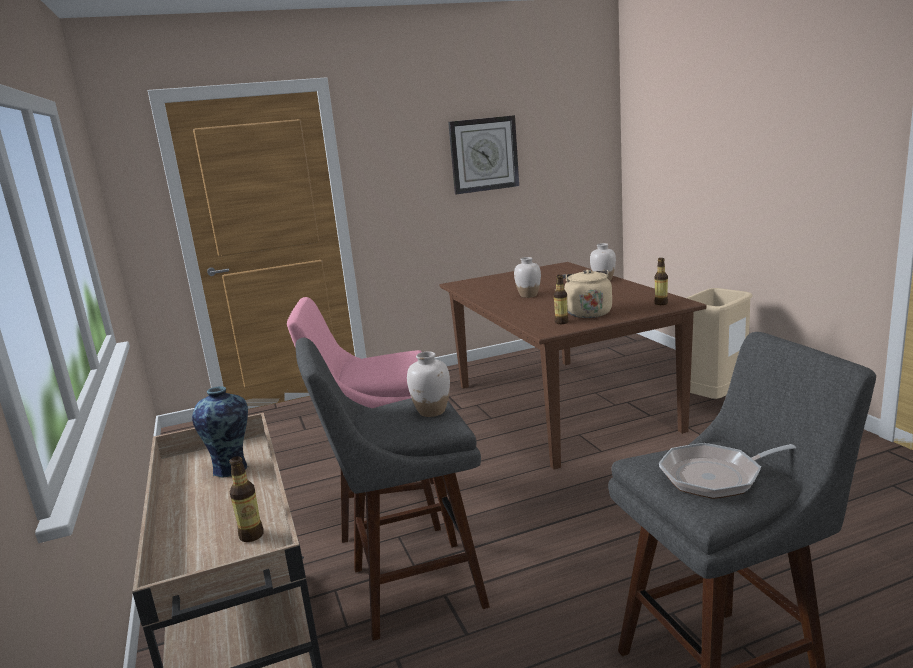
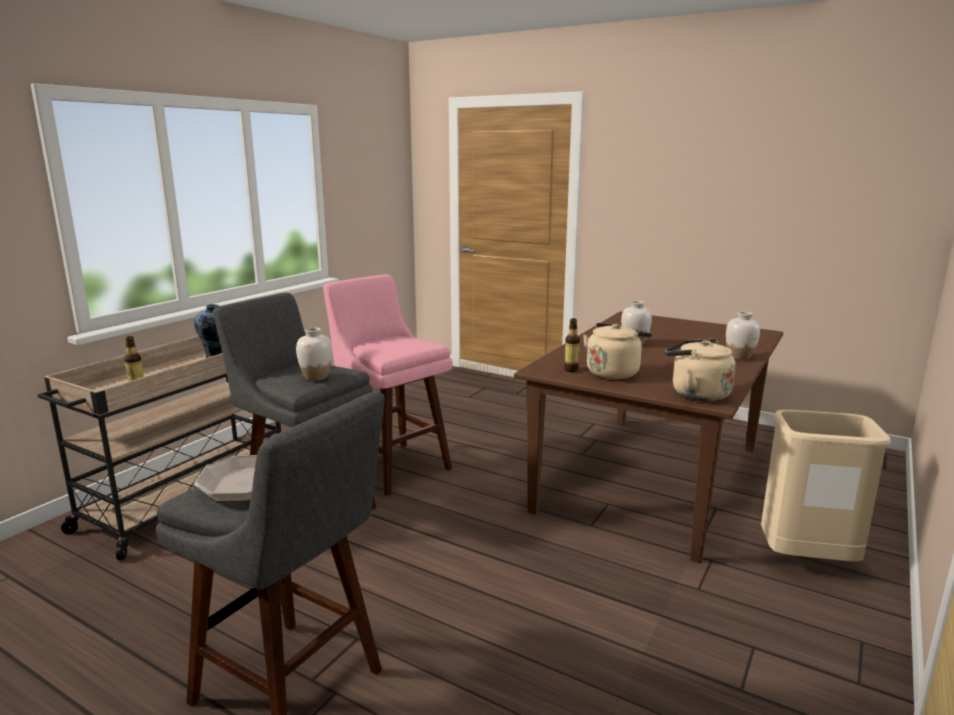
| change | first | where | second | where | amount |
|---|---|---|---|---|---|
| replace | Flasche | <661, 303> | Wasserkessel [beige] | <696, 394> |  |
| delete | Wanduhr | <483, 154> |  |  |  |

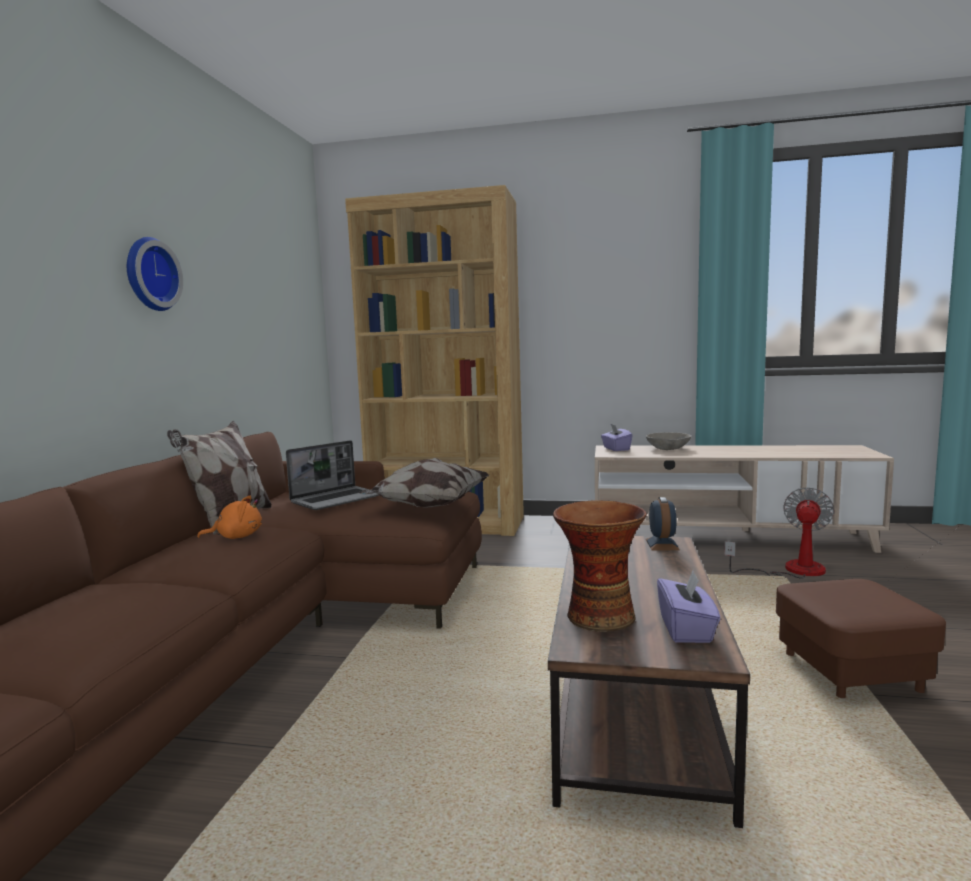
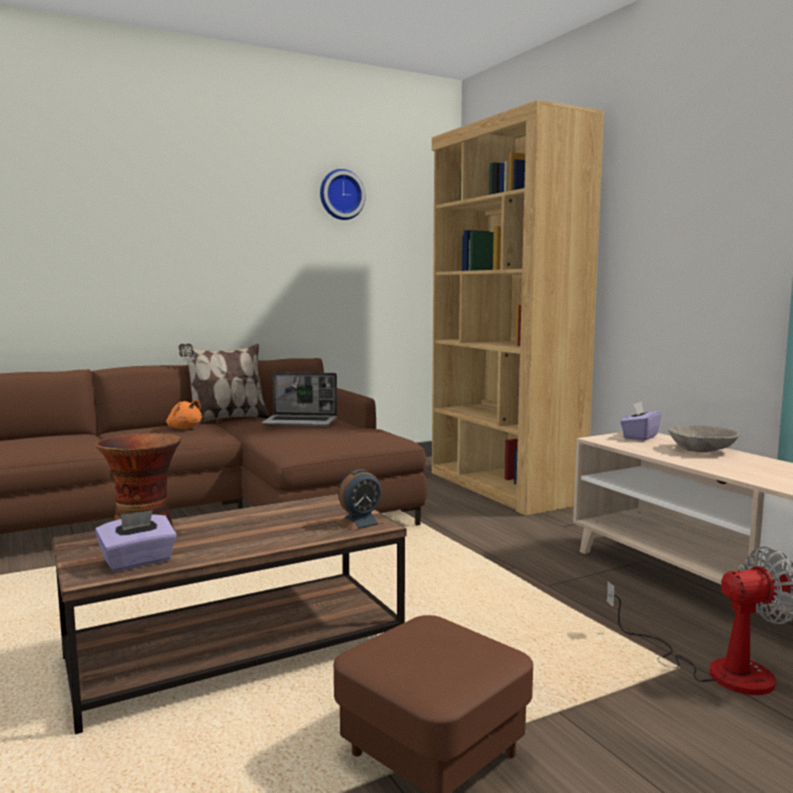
| change | first | where | second | where | amount |
|---|---|---|---|---|---|
| move | Wanduhr | <149, 274> |  | <341, 195> |  |
| delete | Kissen | <427, 506> |  |  |  |

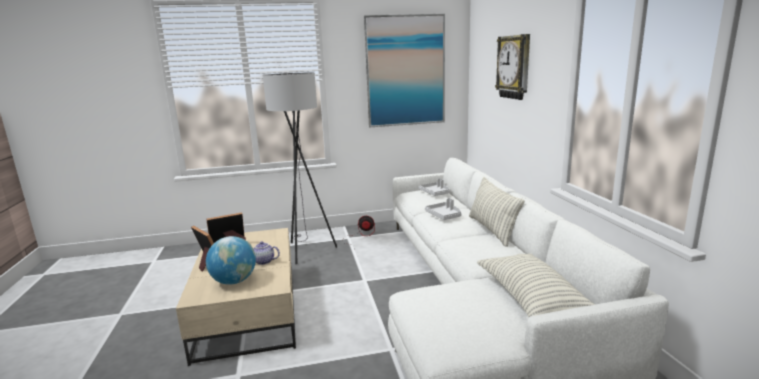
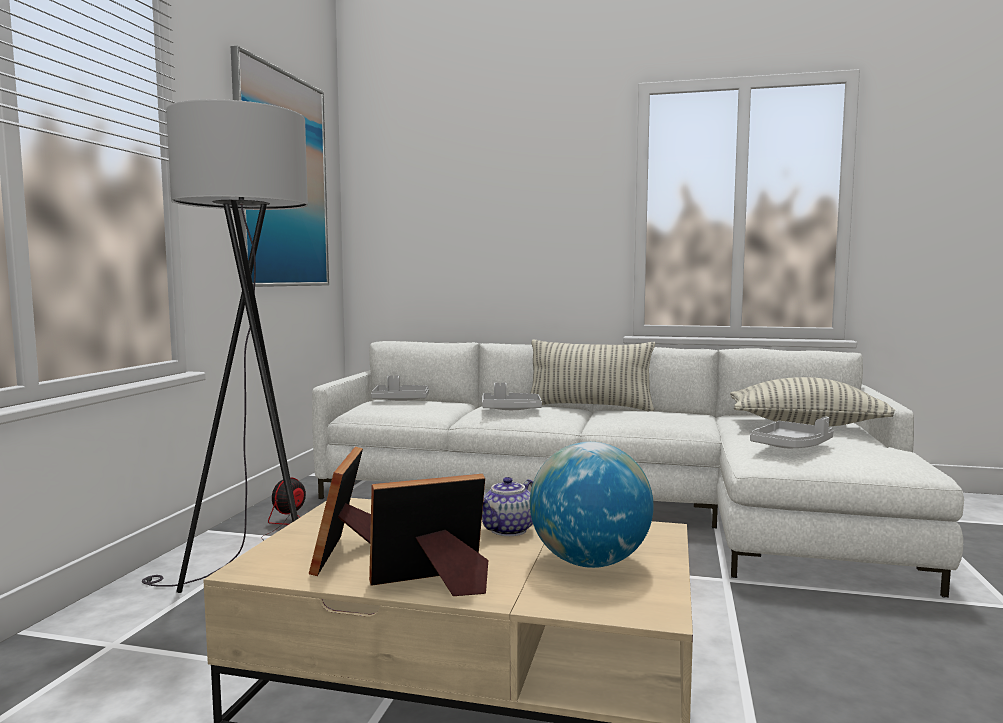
| change | first | where | second | where | amount |
|---|---|---|---|---|---|
| insert |  |  | Tablett [grau] | <791, 446> |  |
| delete | Wanduhr | <514, 67> |  |  |  |

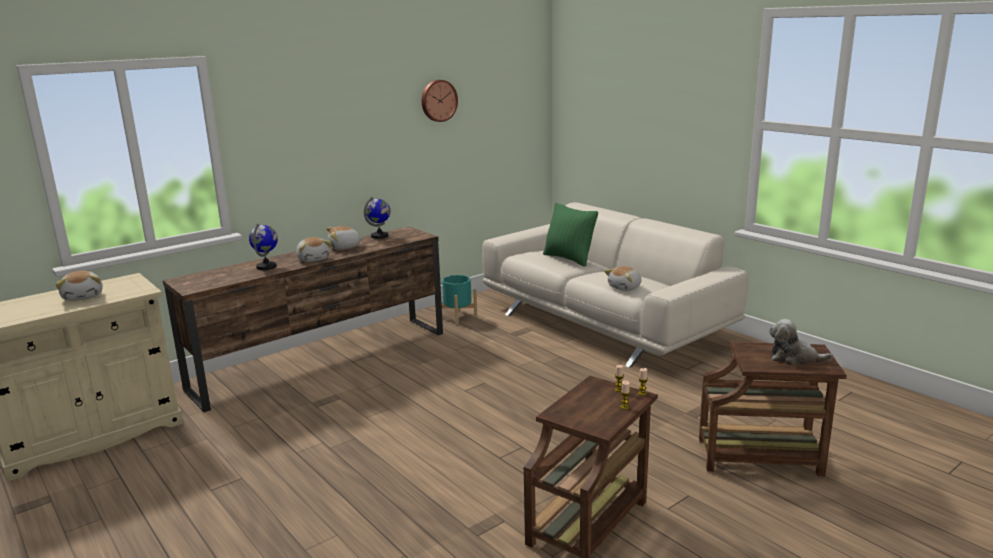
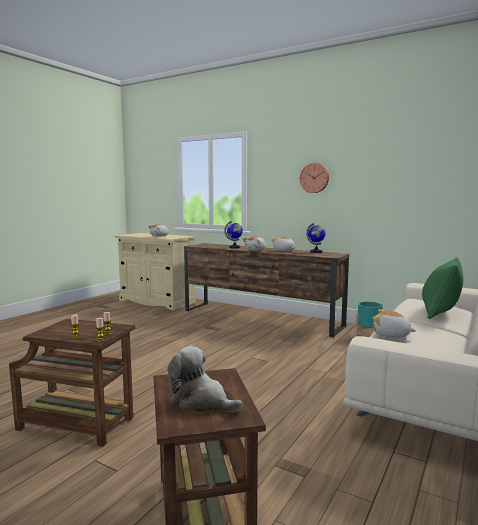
| change | first | where | second | where | amount |
|---|---|---|---|---|---|
| rotate | Plüschtier | <794, 358> |  | <201, 402> | 60 degrees counterclockwise |
| move | Wanduhr | <438, 100> |  | <314, 178> |  |

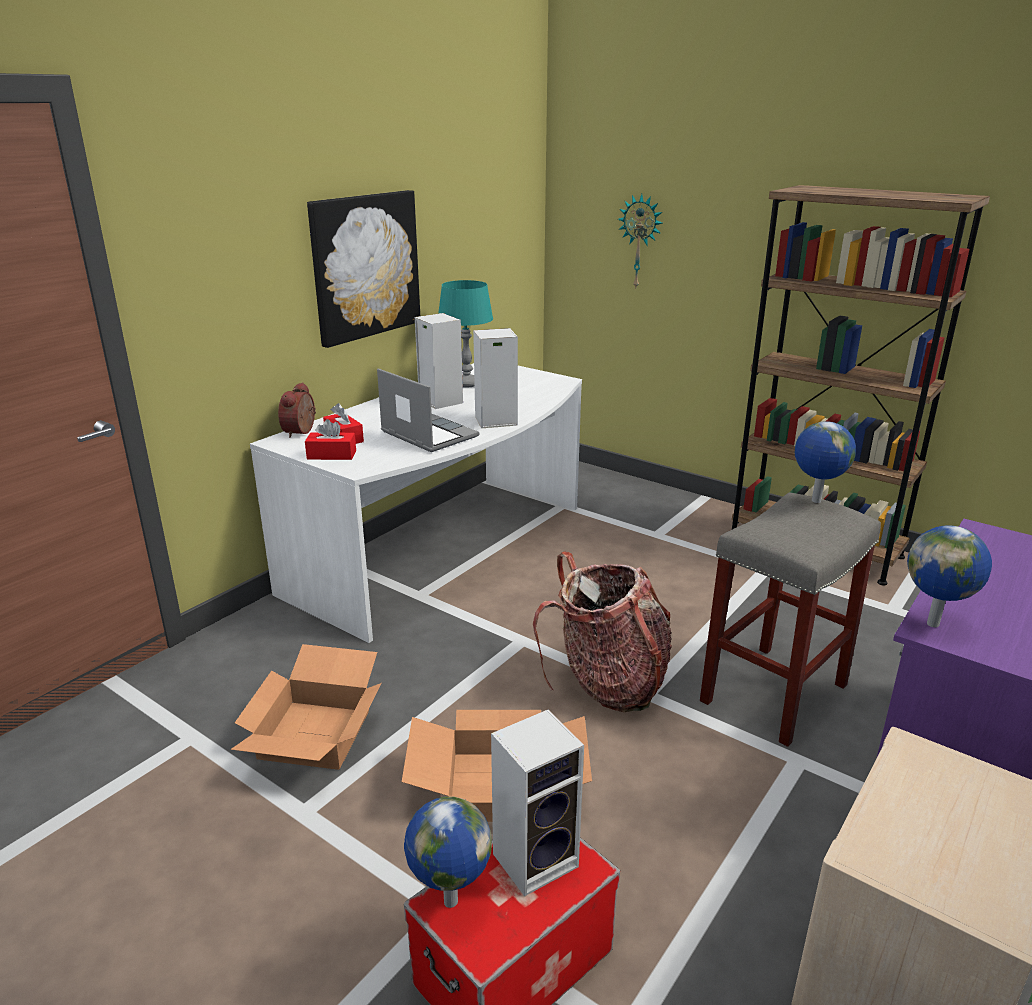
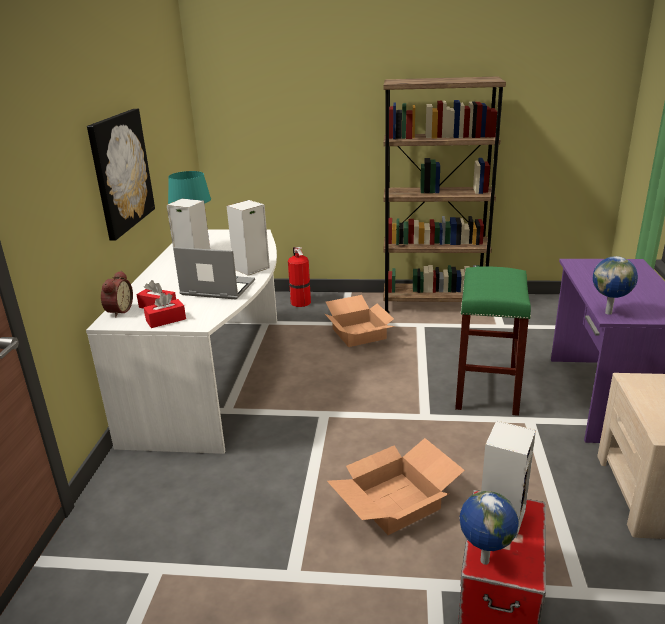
| change | first | where | second | where | amount |
|---|---|---|---|---|---|
| rotate | Wecker | <302, 432> |  | <118, 311> | 150 degrees counterclockwise |
| insert |  |  | Feuerlöscher | <300, 302> |  |
| move | Karton | <313, 733> |  | <358, 333> |  |
| recolor | Hocker [grau] | <774, 692> | Hocker [grün] | <486, 390> |  |
| delete | Rucksack | <608, 683> |  |  |  |
| delete | Wanduhr | <640, 242> |  |  |  |
| delete | Globus | <815, 501> |  |  |  |

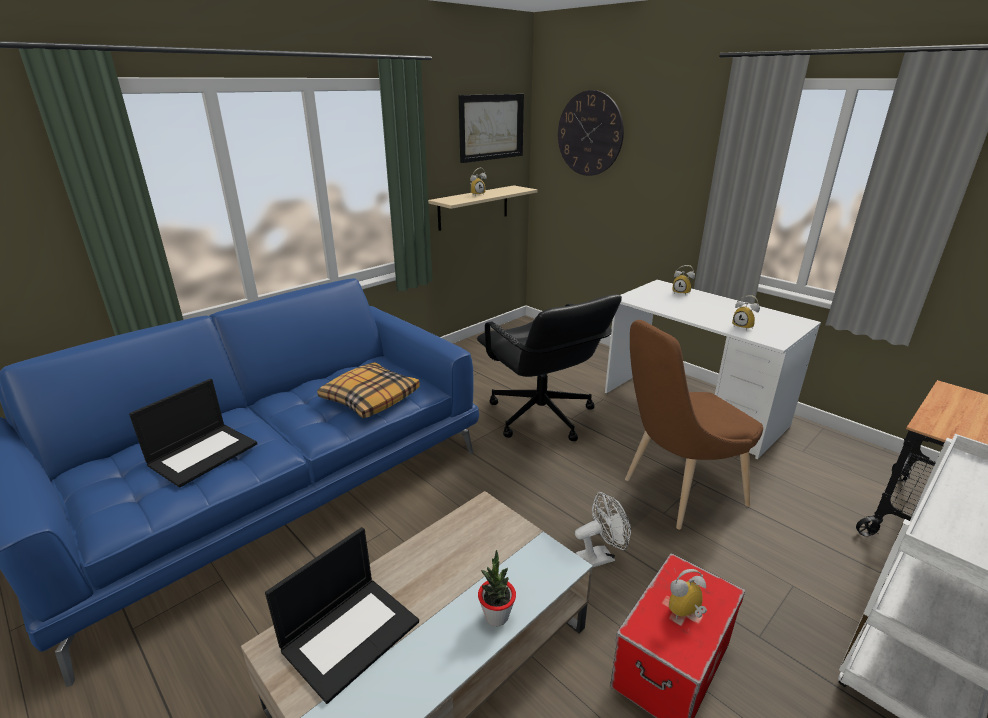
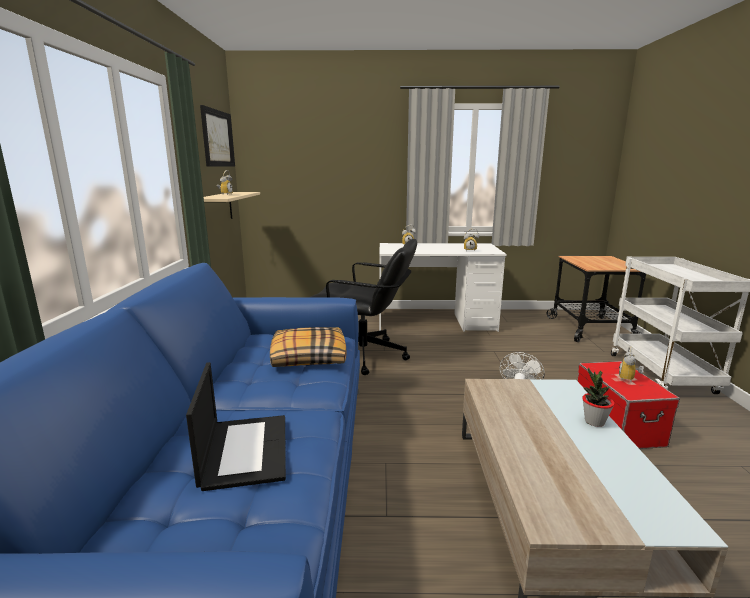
| change | first | where | second | where | amount |
|---|---|---|---|---|---|
| delete | Laptop | <351, 634> |  |  |  |
| delete | Wanduhr | <590, 134> |  |  |  |
| delete | Stuhl [braun] | <676, 493> |  |  |  |

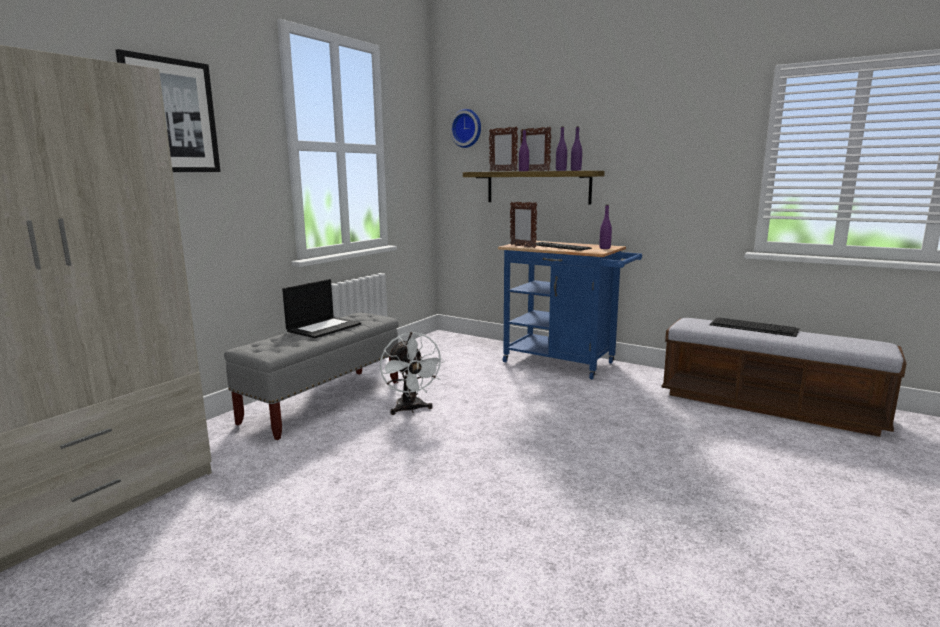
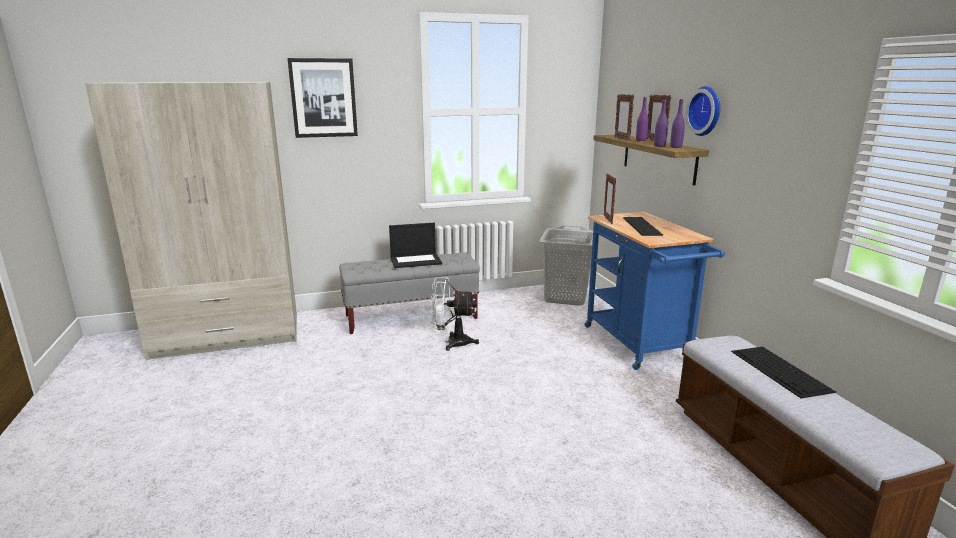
| change | first | where | second | where | amount |
|---|---|---|---|---|---|
| rotate | Ventilator [weiß] | <411, 409> |  | <452, 342> | 75 degrees clockwise |
| insert |  |  | Wäschekorb [grau] | <566, 297> |  |
| move | Wanduhr | <467, 128> |  | <706, 111> |  |
| delete | Flasche [lila] | <604, 248> |  |  |  |

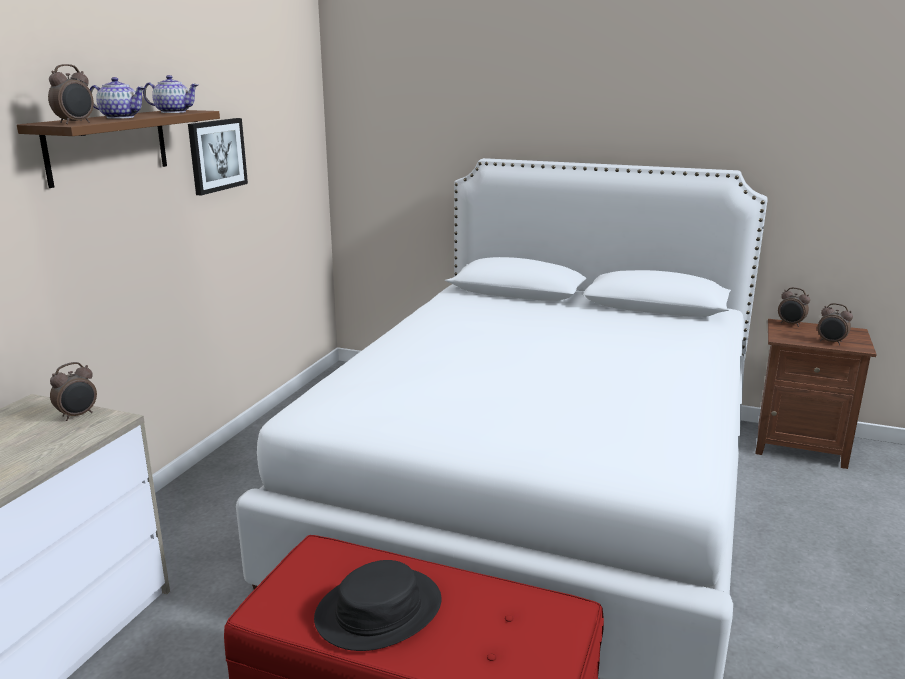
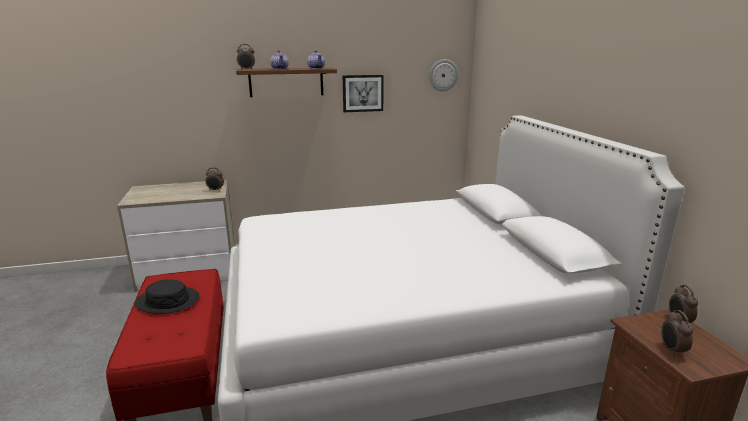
| change | first | where | second | where | amount |
|---|---|---|---|---|---|
| insert |  |  | Wanduhr | <443, 75> |  |

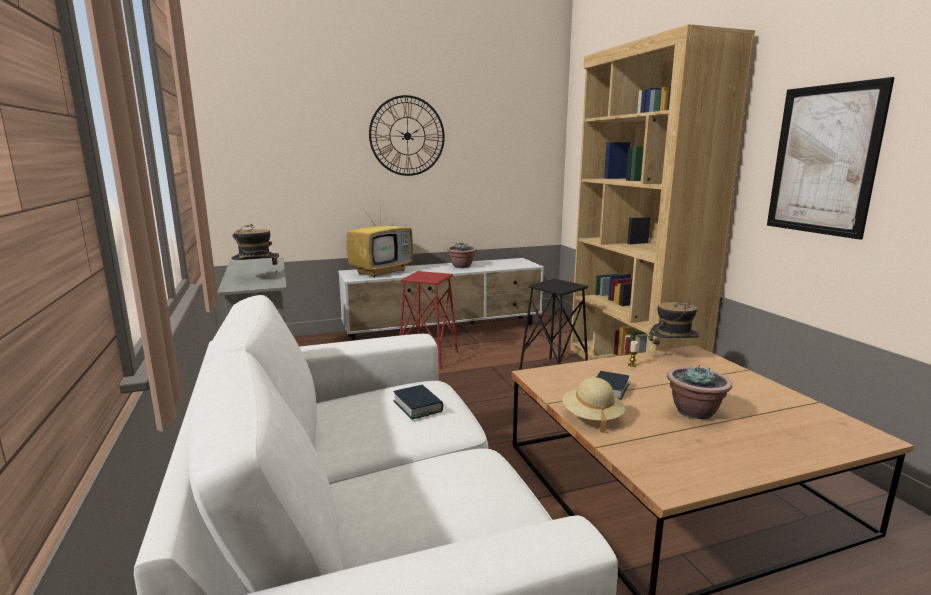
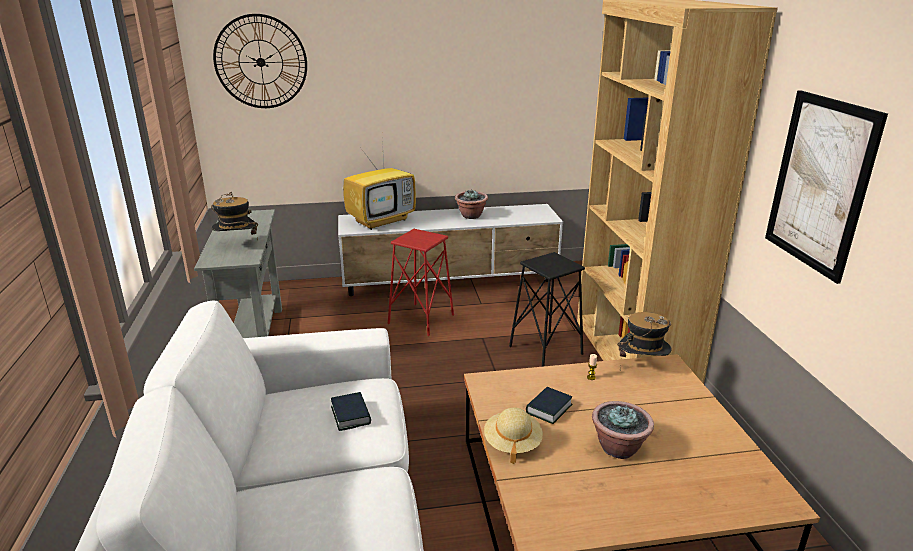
| change | first | where | second | where | amount |
|---|---|---|---|---|---|
| move | Wanduhr | <407, 136> |  | <261, 62> |  |

